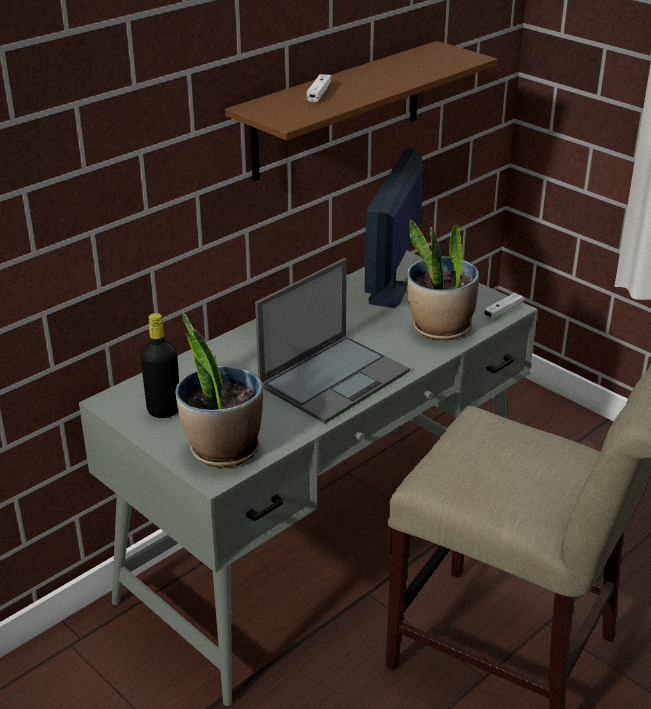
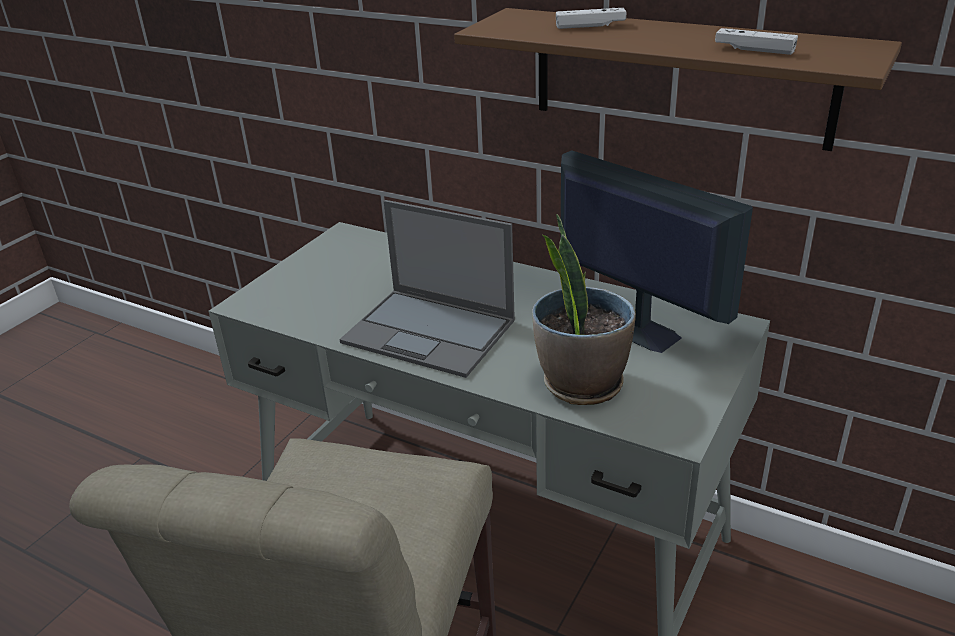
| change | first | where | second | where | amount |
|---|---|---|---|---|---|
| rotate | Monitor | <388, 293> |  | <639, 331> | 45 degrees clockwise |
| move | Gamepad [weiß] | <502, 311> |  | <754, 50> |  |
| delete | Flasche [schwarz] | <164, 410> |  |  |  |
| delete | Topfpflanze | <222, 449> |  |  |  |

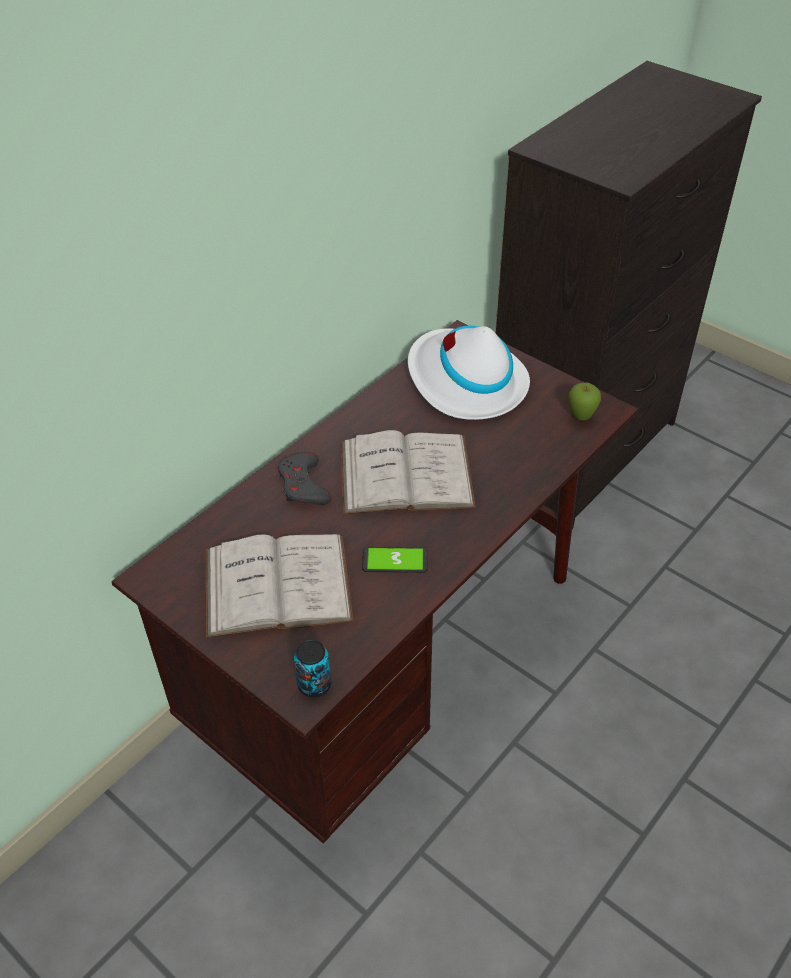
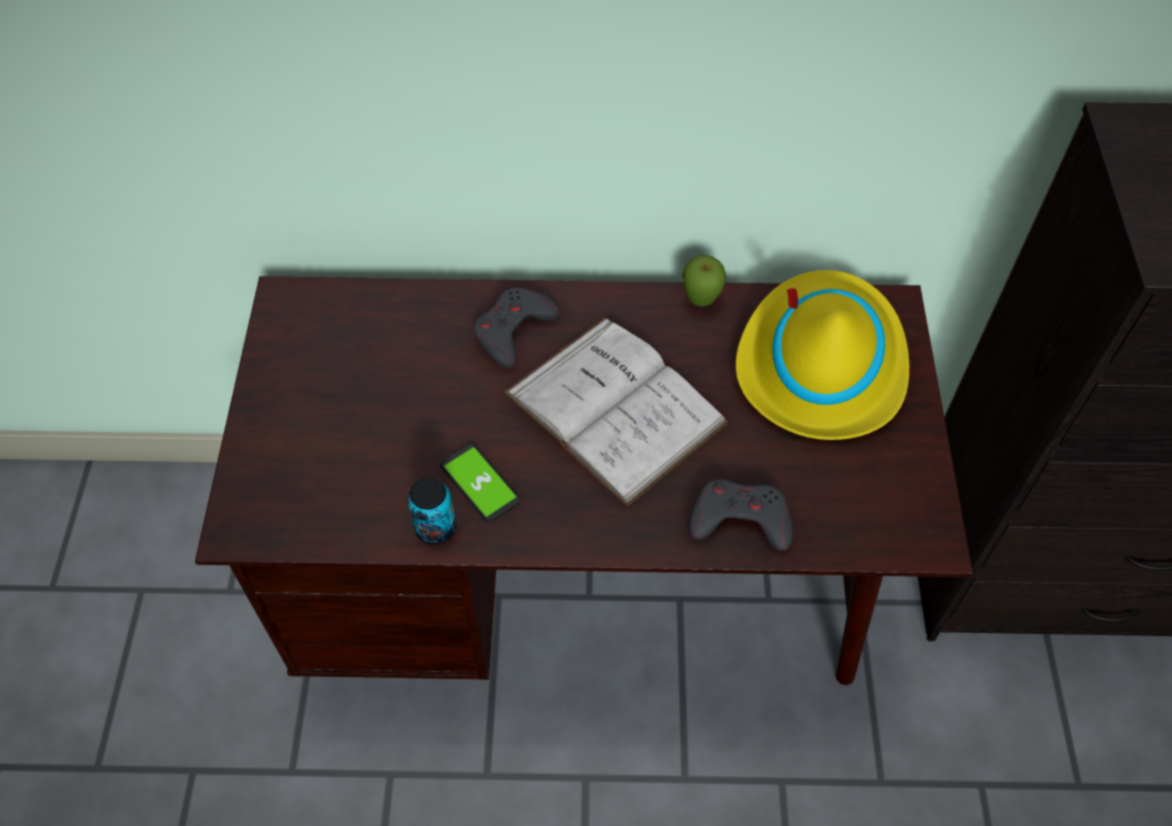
| change | first | where | second | where | amount |
|---|---|---|---|---|---|
| move | Dose | <314, 684> |  | <436, 528> |  |
| move | Apfel | <581, 418> |  | <701, 301> |  |
| insert |  |  | Gamepad [grau] | <740, 519> |  |
| recolor | Hut [weiß] | <465, 382> | Hut [gelb] | <820, 364> |  |
| delete | Buch [weiß] | <277, 585> |  |  |  |

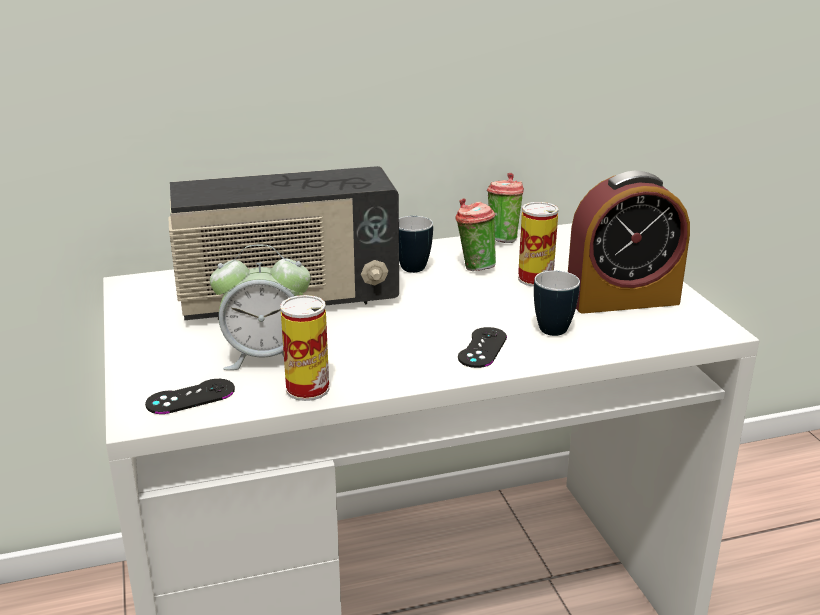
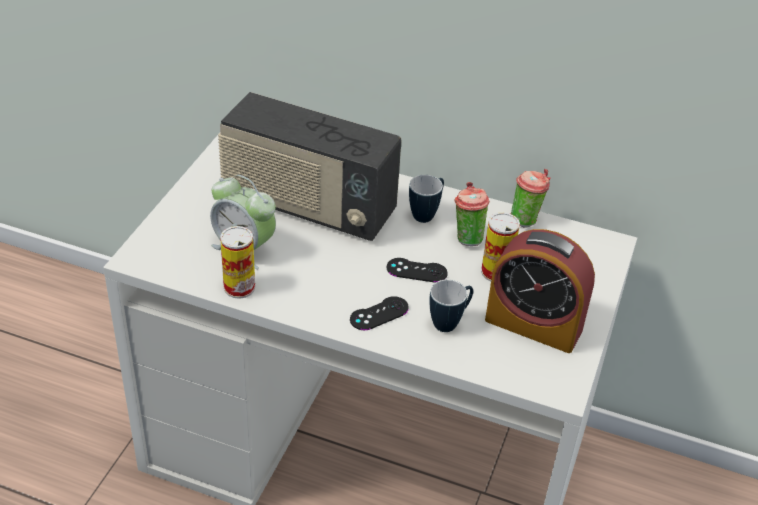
| change | first | where | second | where | amount |
|---|---|---|---|---|---|
| move | Gamepad [schwarz] | <190, 397> |  | <416, 270> |  |

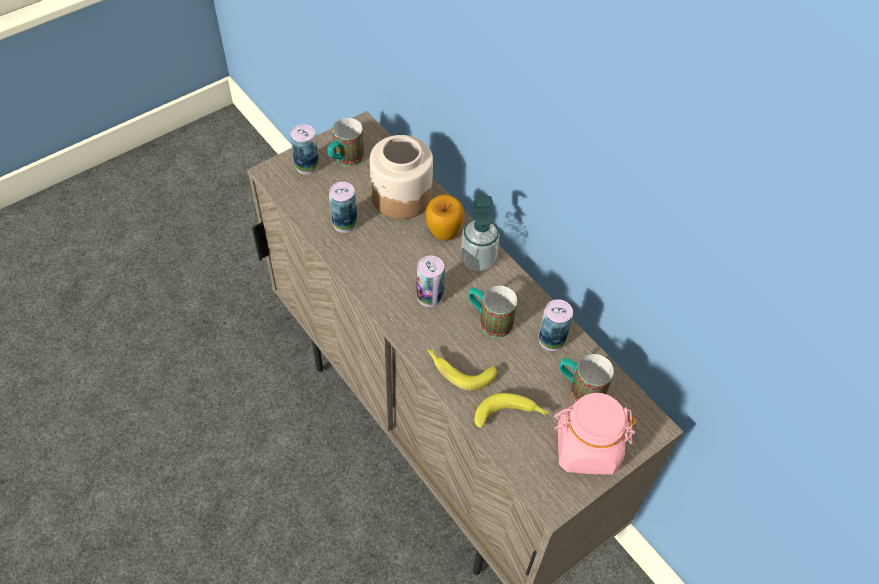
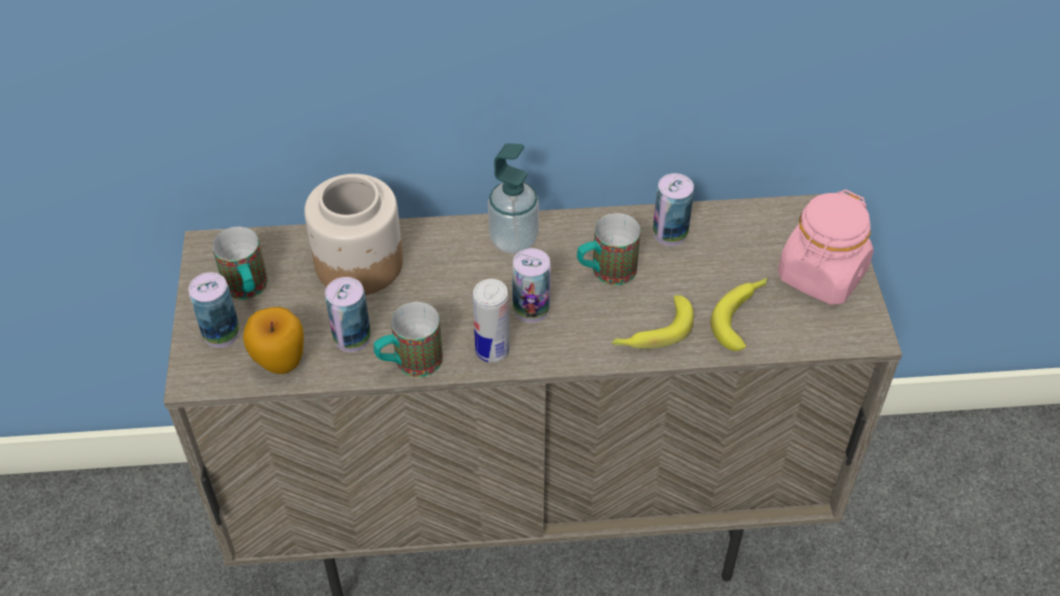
| change | first | where | second | where | amount |
|---|---|---|---|---|---|
| move | Apfel | <443, 232> |  | <280, 363> |  |
| move | Henkelbecher | <579, 389> |  | <409, 363> |  |
| insert |  |  | Dose | <492, 350> |  |

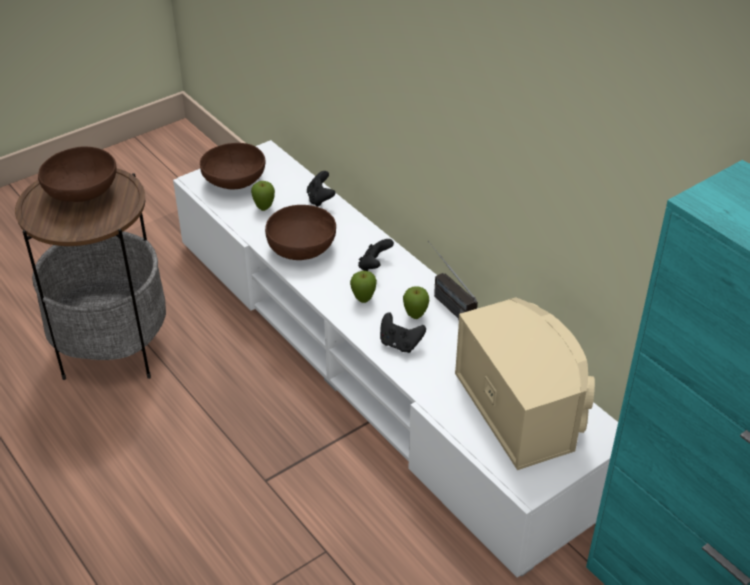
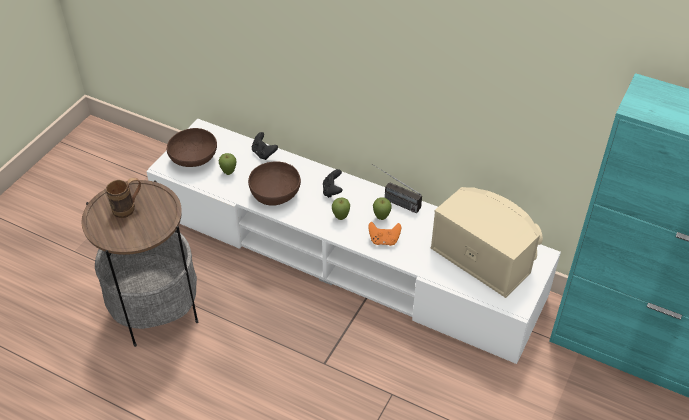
| change | first | where | second | where | amount |
|---|---|---|---|---|---|
| replace | Schüssel [braun] | <83, 194> | Henkelbecher [braun] | <129, 208> |  |
| recolor | Gamepad [schwarz] | <400, 344> | Gamepad [orange] | <384, 240> |  |

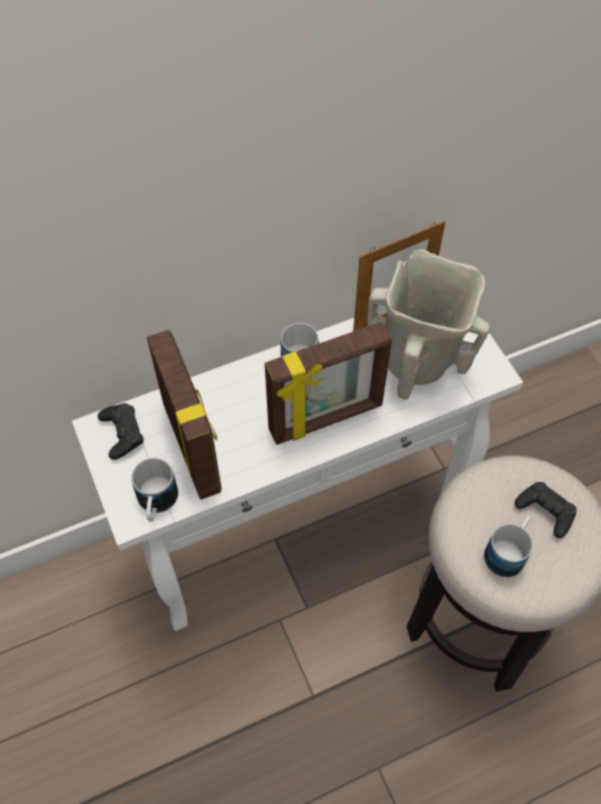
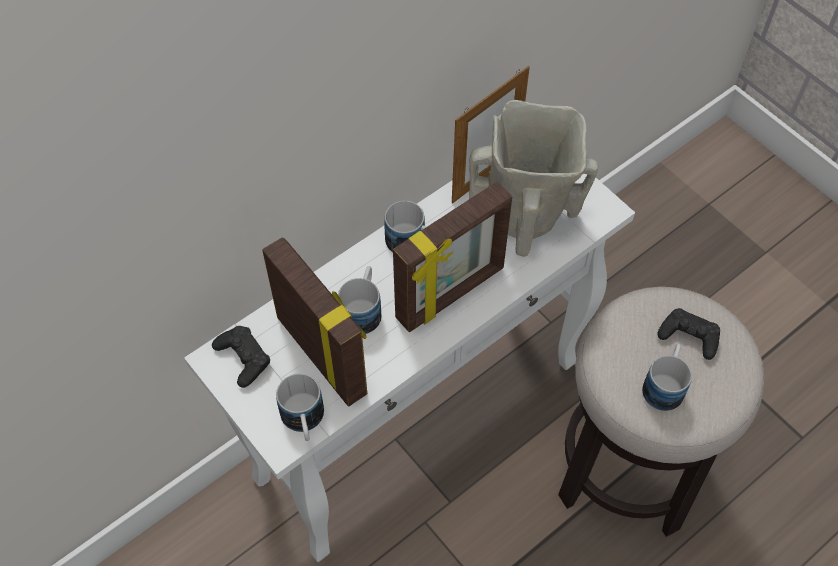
| change | first | where | second | where | amount |
|---|---|---|---|---|---|
| insert |  |  | Henkelbecher | <363, 309> |  |

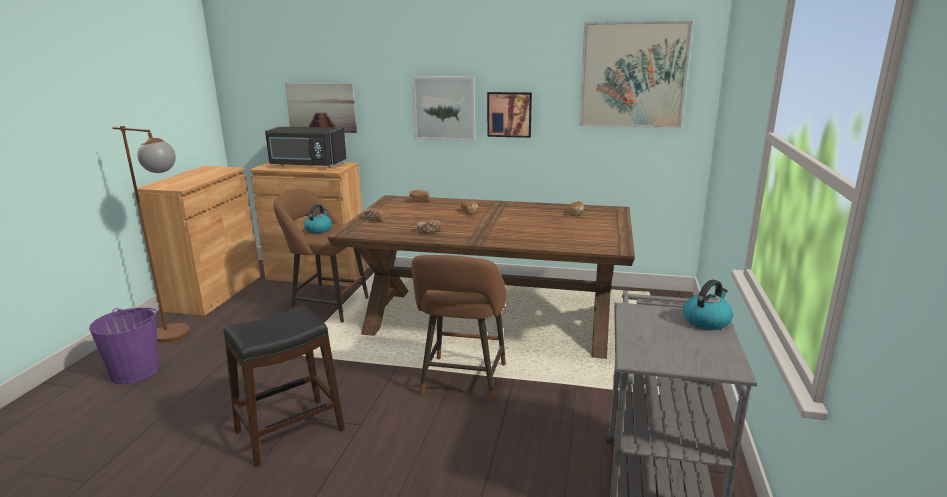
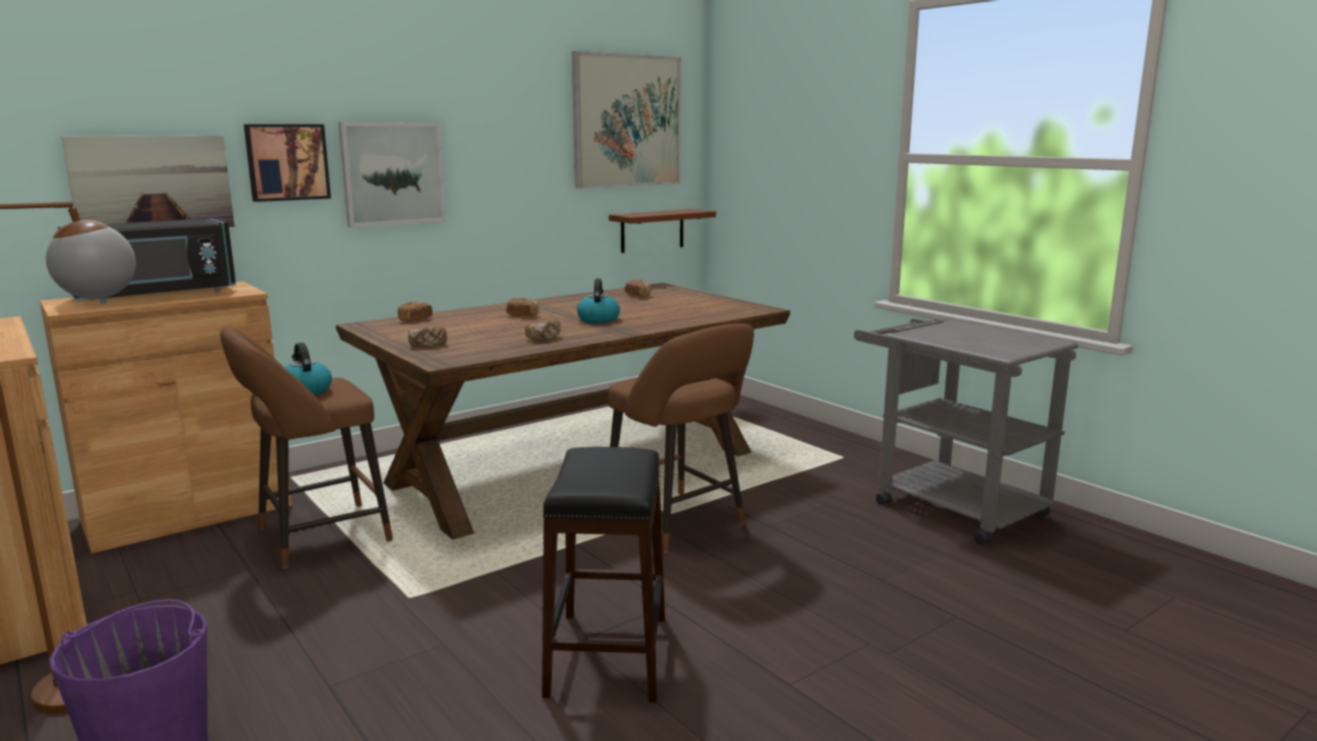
| change | first | where | second | where | amount |
|---|---|---|---|---|---|
| move | Bild | <509, 114> |  | <287, 162> |  |
| move | Wasserkessel | <706, 321> |  | <598, 319> |  |
| insert |  |  | Wandregal [braun] | <652, 230> |  |

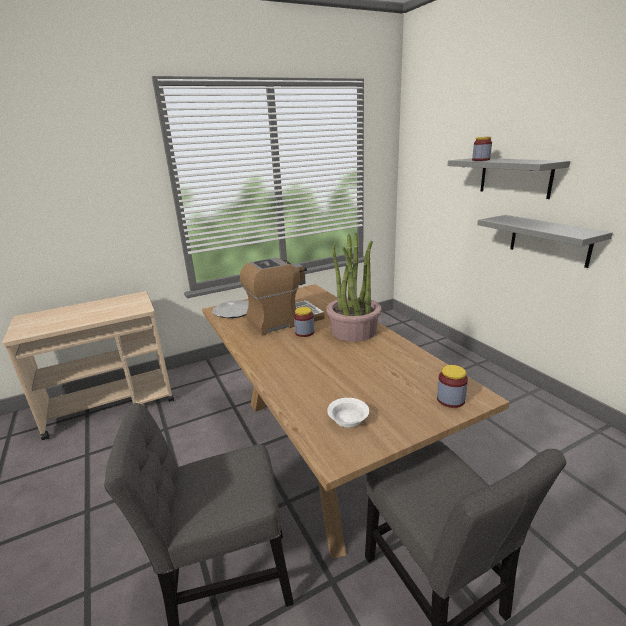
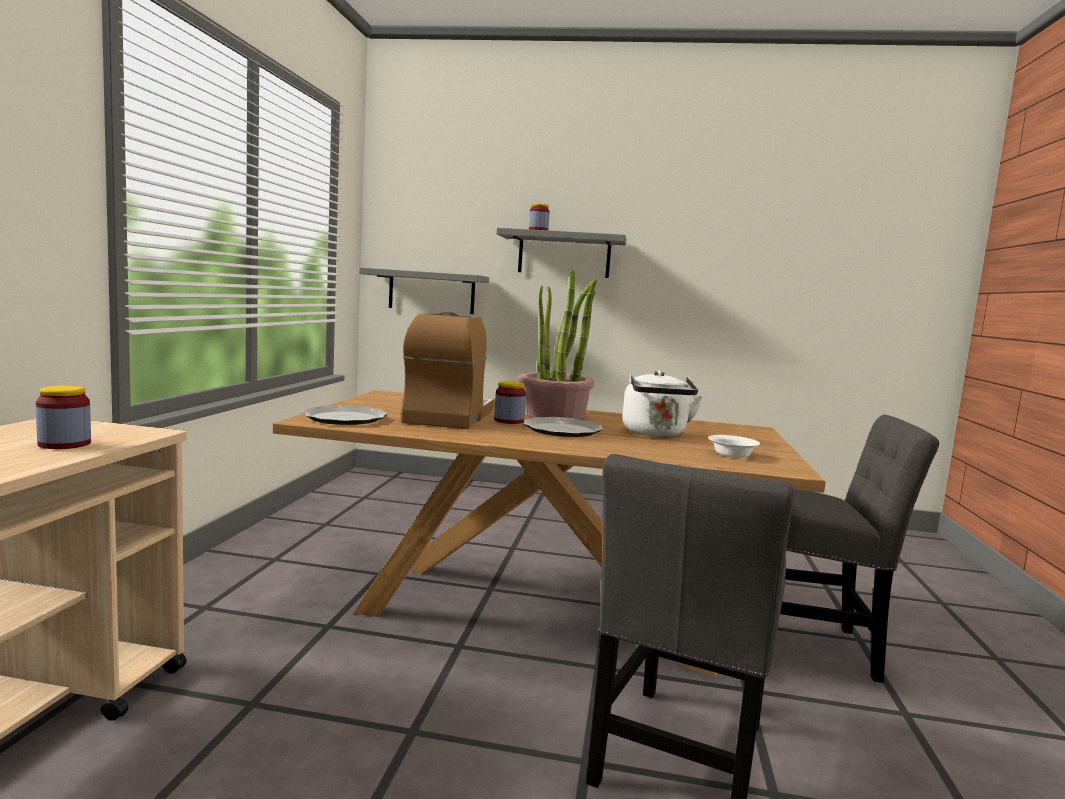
| change | first | where | second | where | amount |
|---|---|---|---|---|---|
| move | Vorratsglas | <450, 399> |  | <64, 444> |  |
| move | Wandregal [grau] | <549, 240> |  | <431, 292> |  |
| insert |  |  | Teller | <563, 430> |  |
| insert |  |  | Wasserkessel [weiß] | <655, 434> |  |

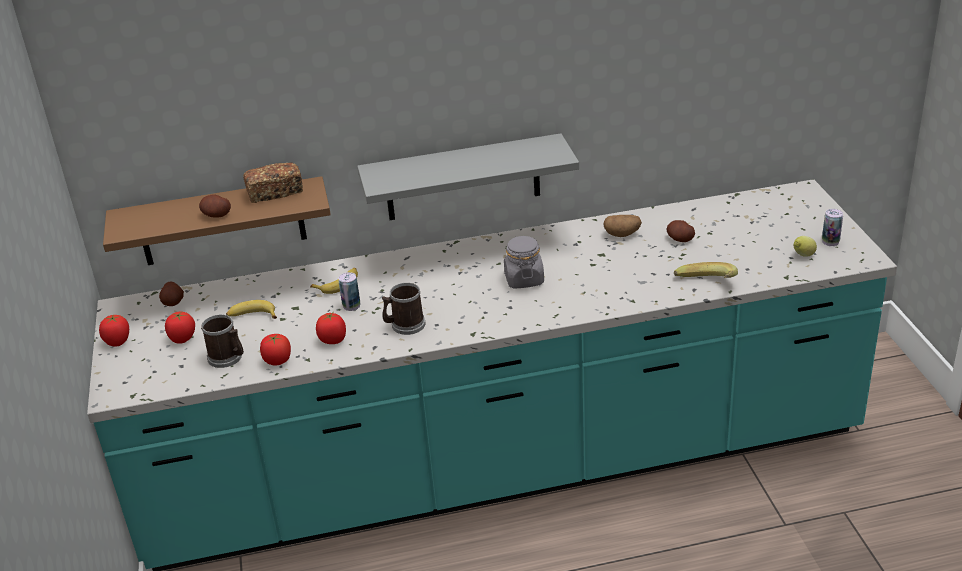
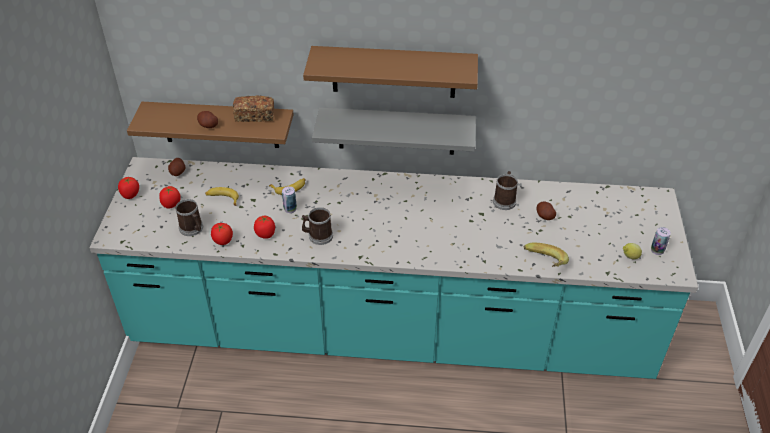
| change | first | where | second | where | amount |
|---|---|---|---|---|---|
| insert |  |  | Wandregal [braun] | <393, 72> |  |
| replace | Kartoffel | <622, 234> | Henkelbecher | <504, 200> |  |
| delete | Vorratsglas [grau] | <524, 279> |  |  |  |

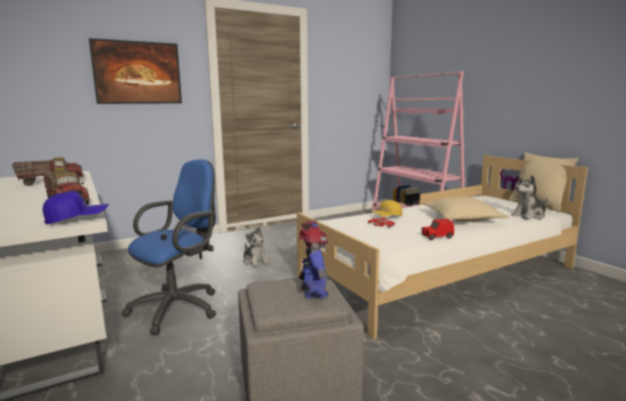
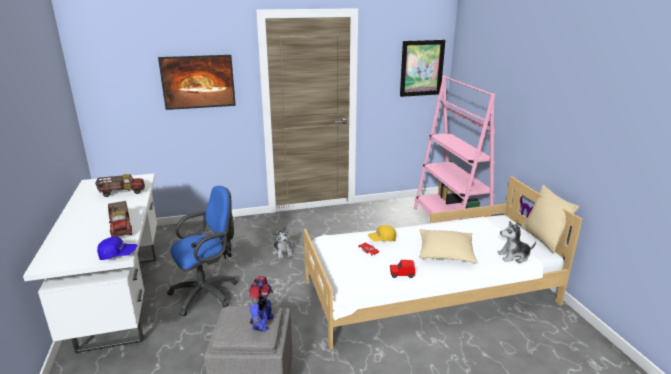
| change | first | where | second | where | amount |
|---|---|---|---|---|---|
| insert |  |  | Bild | <422, 68> |  |

